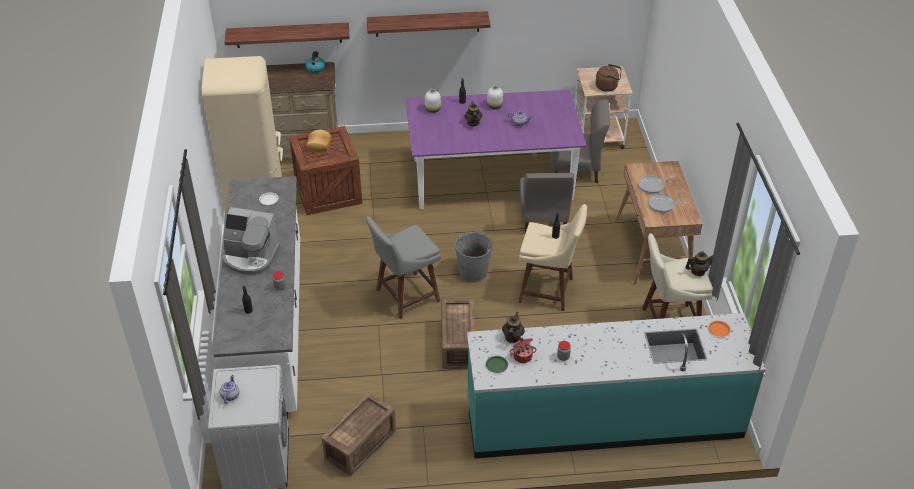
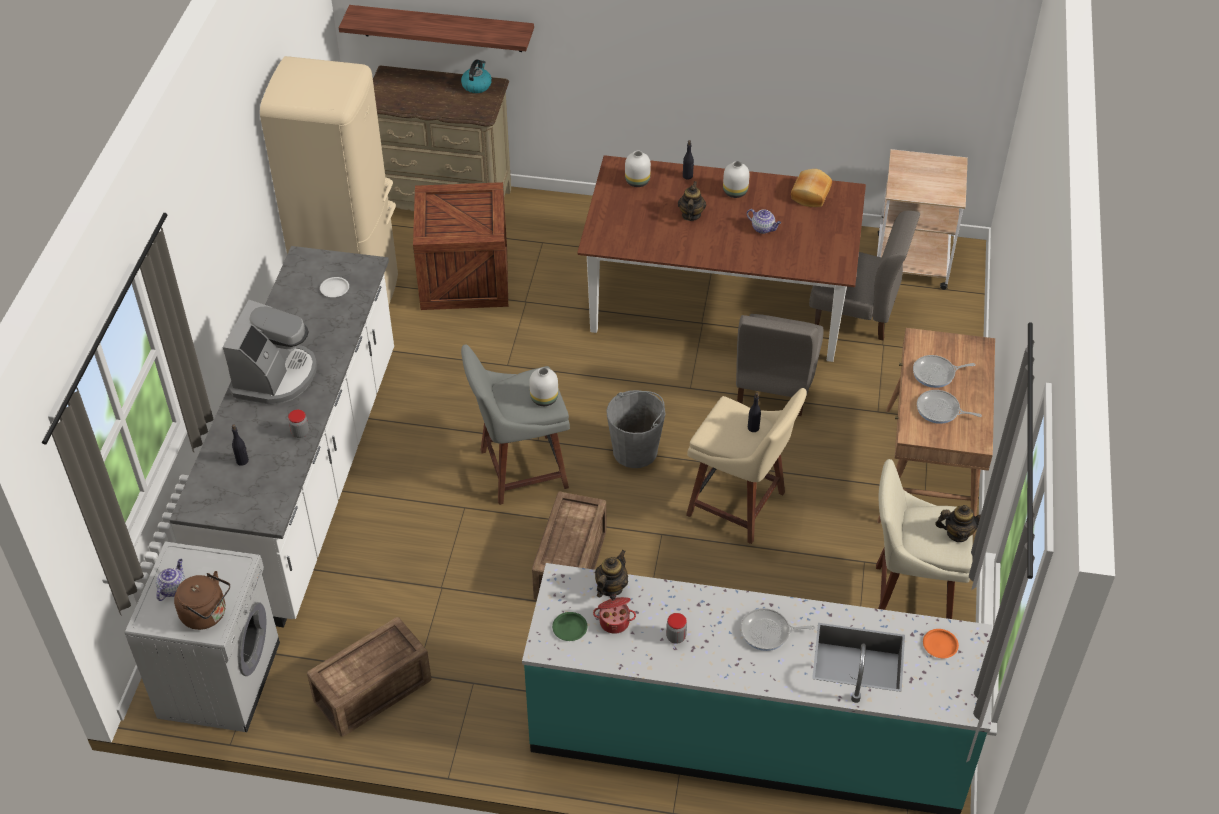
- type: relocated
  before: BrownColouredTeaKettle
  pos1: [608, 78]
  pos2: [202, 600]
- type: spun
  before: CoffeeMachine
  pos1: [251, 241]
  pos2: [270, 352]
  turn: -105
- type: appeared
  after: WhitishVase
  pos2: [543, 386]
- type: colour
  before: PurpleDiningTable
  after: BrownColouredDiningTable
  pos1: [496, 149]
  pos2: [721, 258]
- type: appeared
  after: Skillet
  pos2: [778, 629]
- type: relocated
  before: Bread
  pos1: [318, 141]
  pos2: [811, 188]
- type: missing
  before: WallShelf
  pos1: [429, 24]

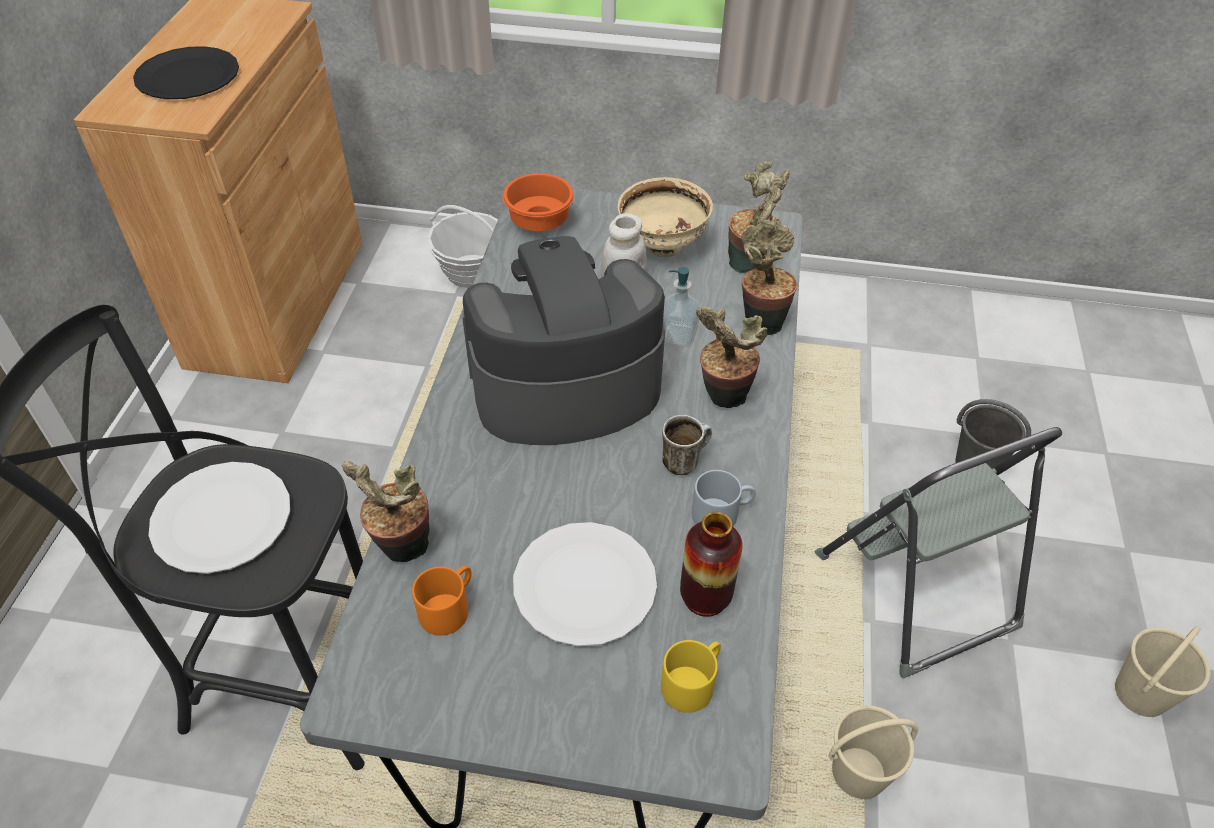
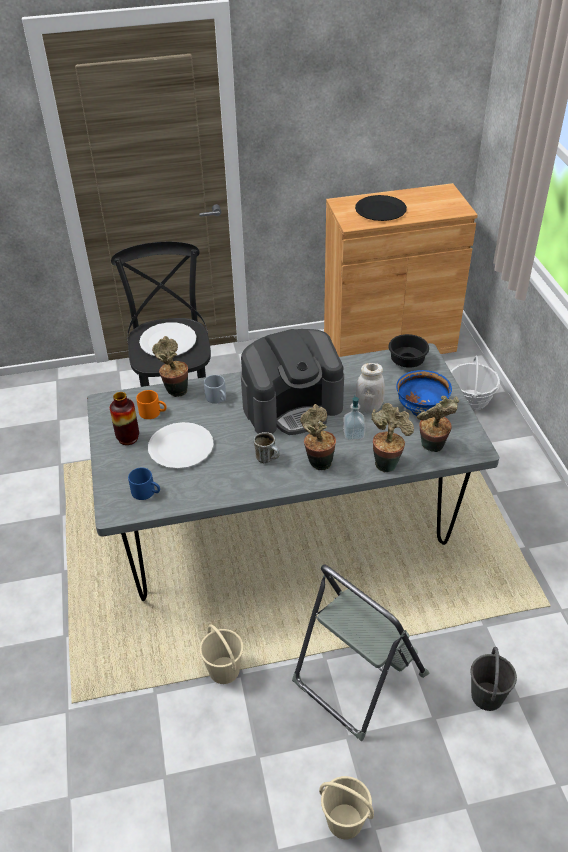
- type: relocated
  before: Vase
  pos1: [711, 564]
  pos2: [124, 418]
- type: colour
  before: YellowColouredMug
  after: BlueMug
  pos1: [691, 676]
  pos2: [144, 484]
- type: relocated
  before: GreyishMug
  pos1: [724, 498]
  pos2: [215, 389]
- type: spun
  before: CoffeeMachine
  pos1: [563, 340]
  pos2: [292, 382]
  turn: 105
- type: colour
  before: OrangeyBowl
  after: BlackBowl
  pos1: [538, 202]
  pos2: [408, 351]
- type: colour
  before: BeigeColouredBowl
  after: BlueBowl
  pos1: [665, 217]
  pos2: [424, 393]

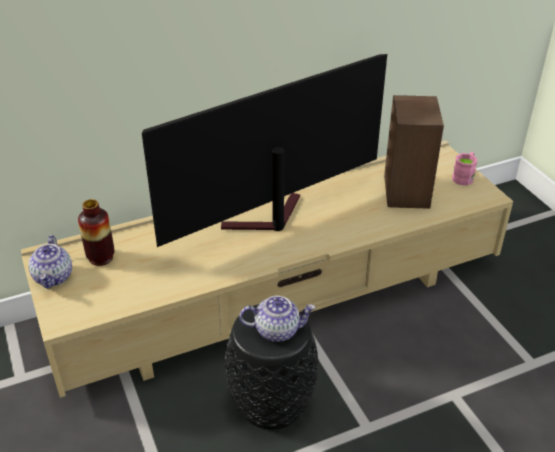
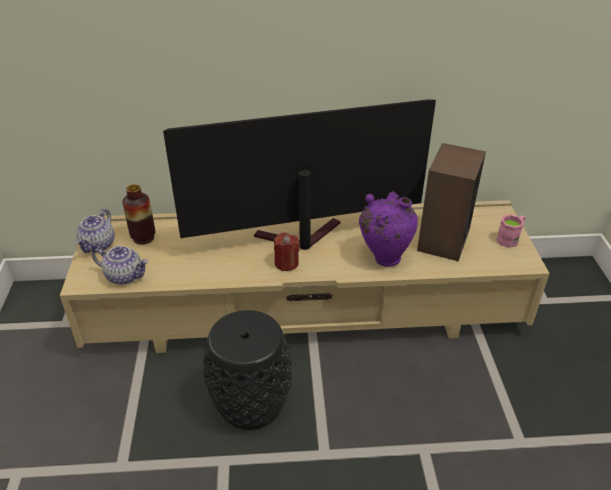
- type: relocated
  before: Teapot
  pos1: [277, 319]
  pos2: [120, 265]
- type: appeared
  after: RedWaxCandle
  pos2: [287, 252]
- type: appeared
  after: PurpleVase
  pos2: [388, 229]

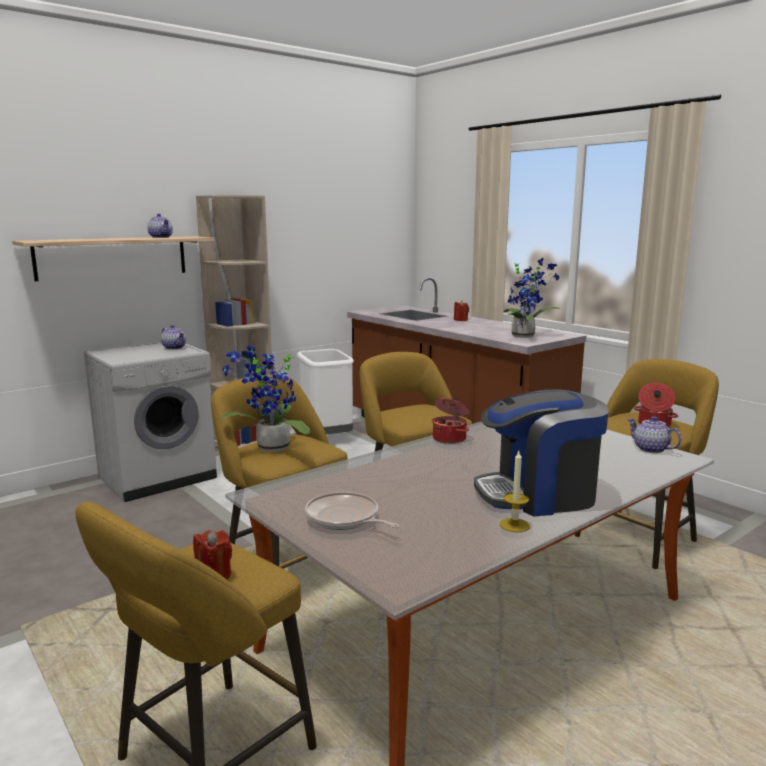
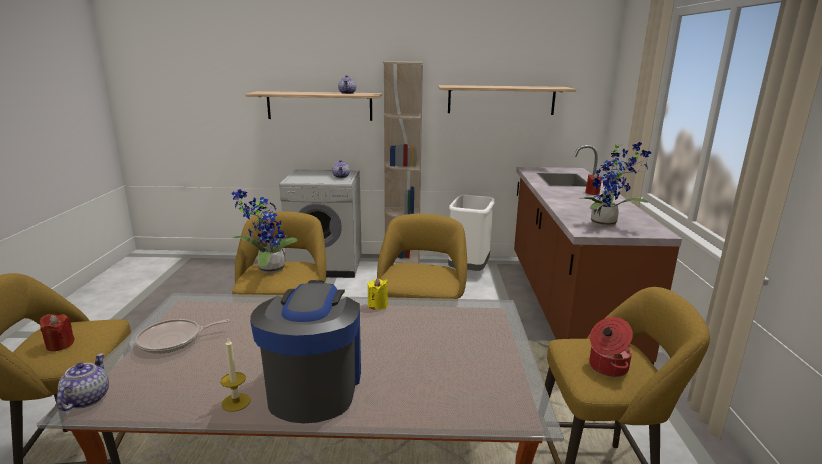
- type: relocated
  before: Teapot
  pos1: [654, 434]
  pos2: [82, 382]
- type: spun
  before: Skillet
  pos1: [352, 511]
  pos2: [182, 336]
  turn: -105
- type: spun
  before: CoffeeMachine
  pos1: [541, 453]
  pos2: [305, 352]
  turn: 60
- type: exchanged
  before: CookingPot
  after: YellowColouredWaxCandle
  pos1: [451, 421]
  pos2: [378, 294]
- type: appeared
  after: WallShelf
  pos2: [507, 100]

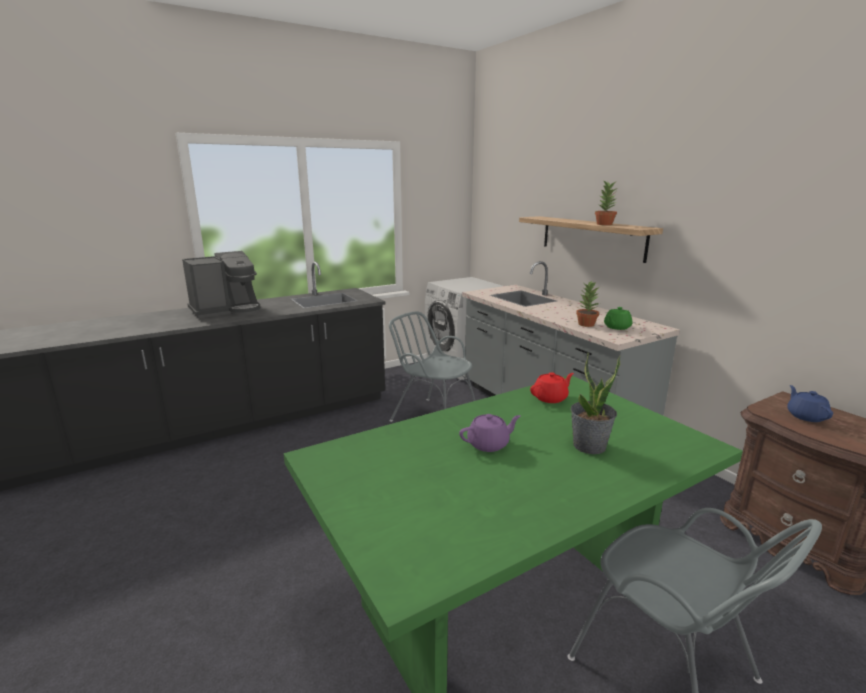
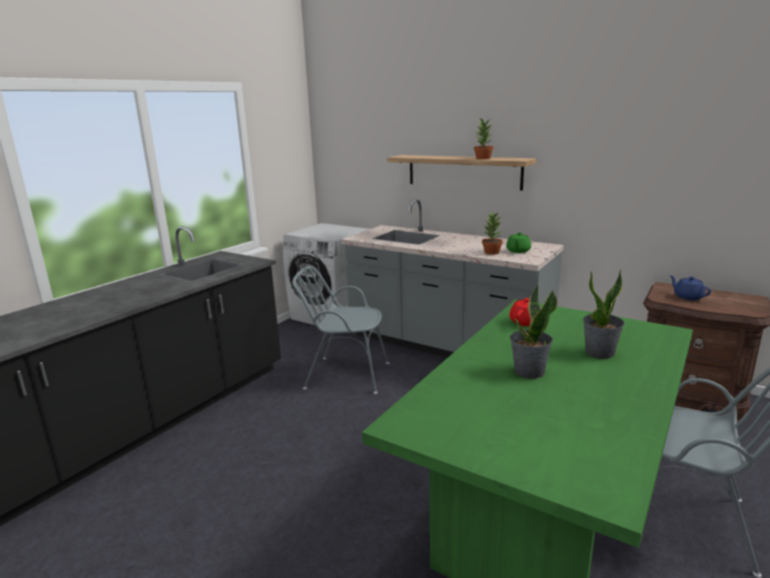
- type: exchanged
  before: PurpleTeapot
  after: Houseplant
  pos1: [490, 433]
  pos2: [533, 331]
- type: missing
  before: CoffeeMachine
  pos1: [221, 284]

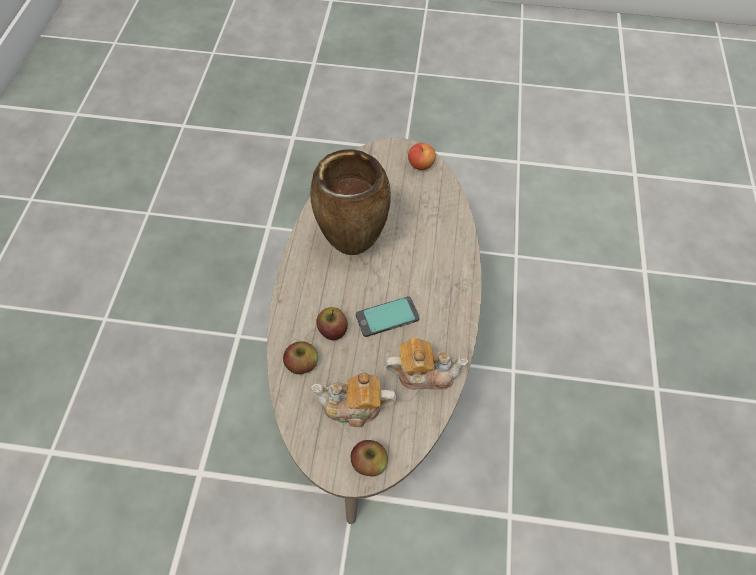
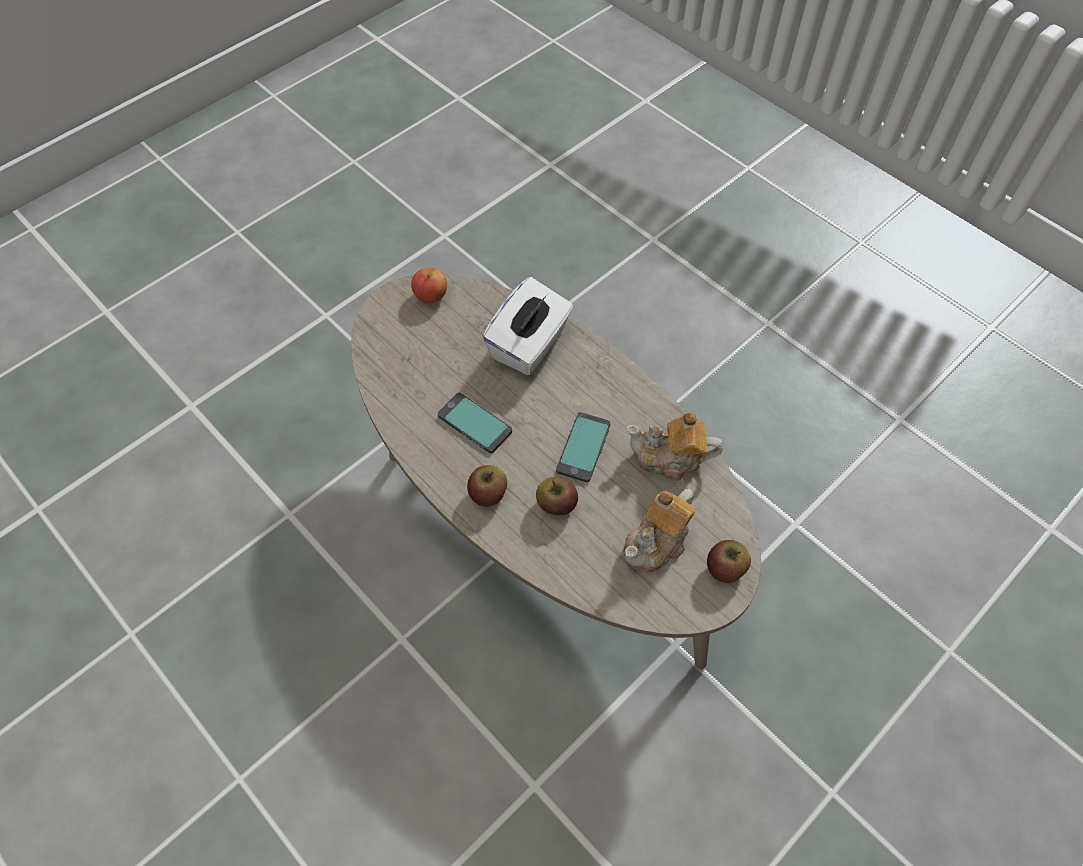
- type: exchanged
  before: BrownColouredVase
  after: Phone
  pos1: [350, 202]
  pos2: [475, 423]
- type: relocated
  before: AppleFruit
  pos1: [300, 357]
  pos2: [487, 486]
- type: appeared
  after: WhitishTissueHolder
  pos2: [528, 326]
- type: spun
  before: Teapot
  pos1: [427, 363]
  pos2: [675, 446]
  turn: -120

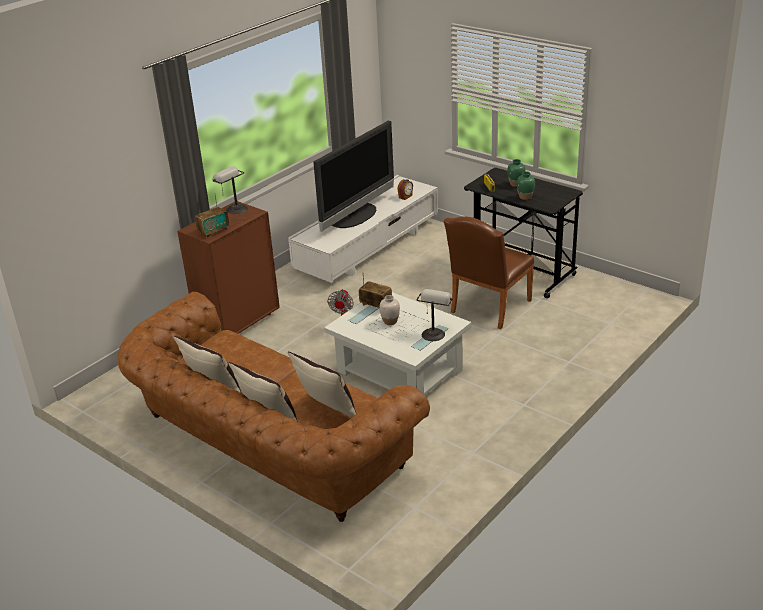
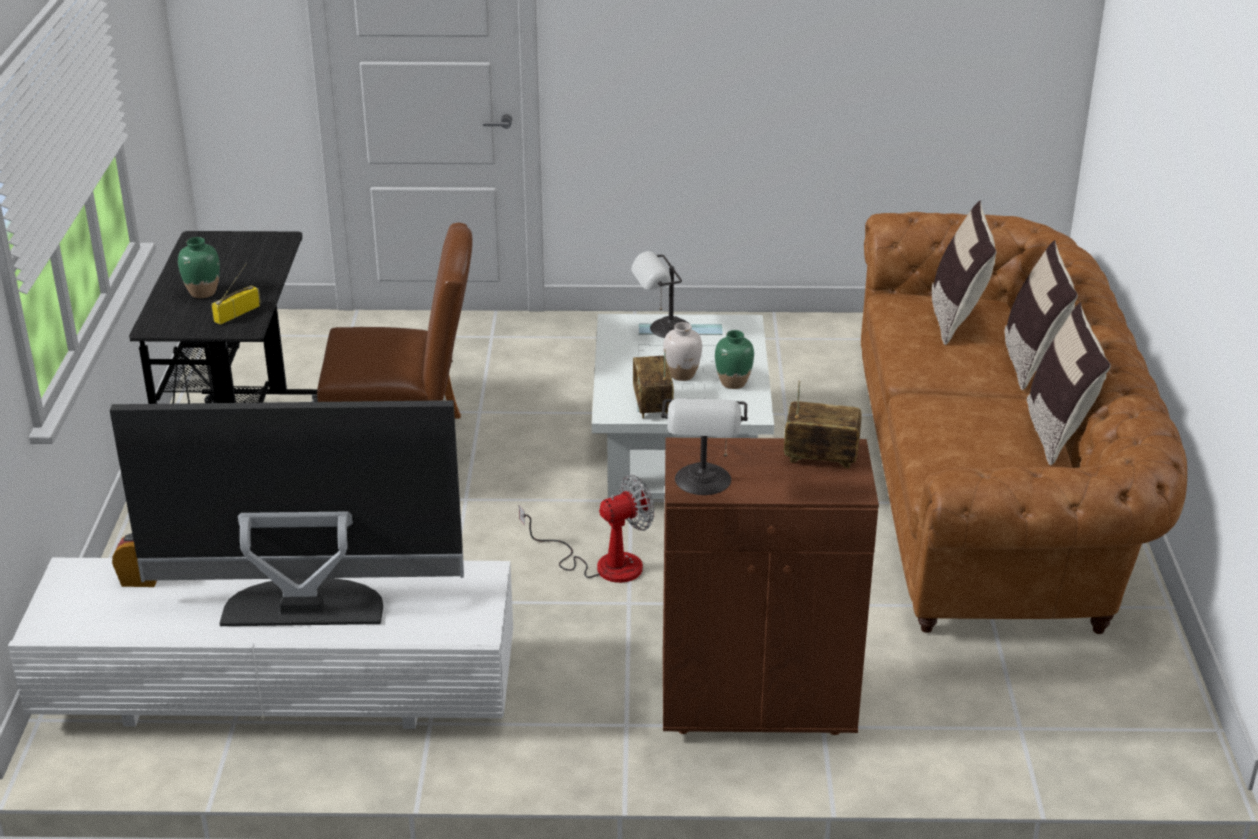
- type: relocated
  before: GreenishVase
  pos1: [526, 186]
  pos2: [734, 359]

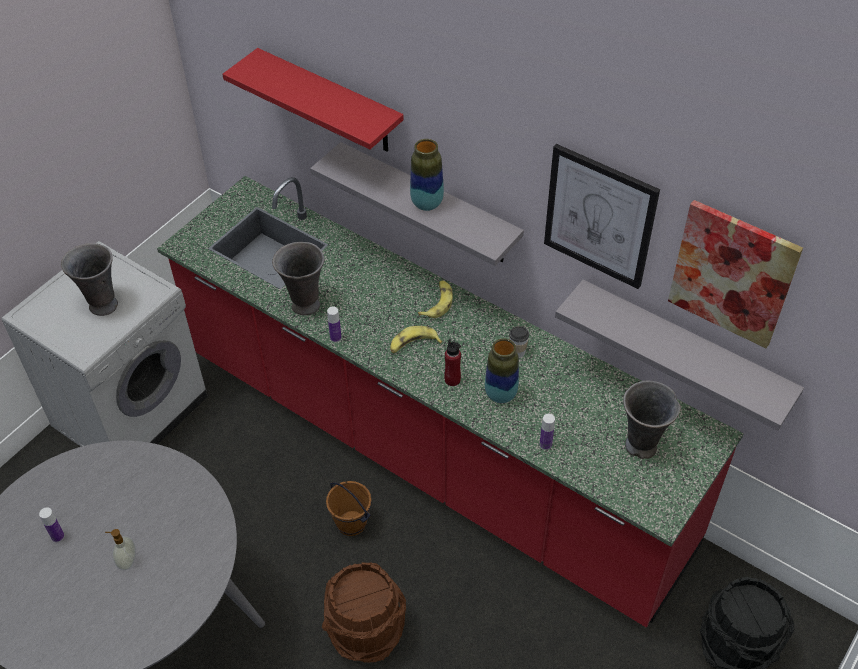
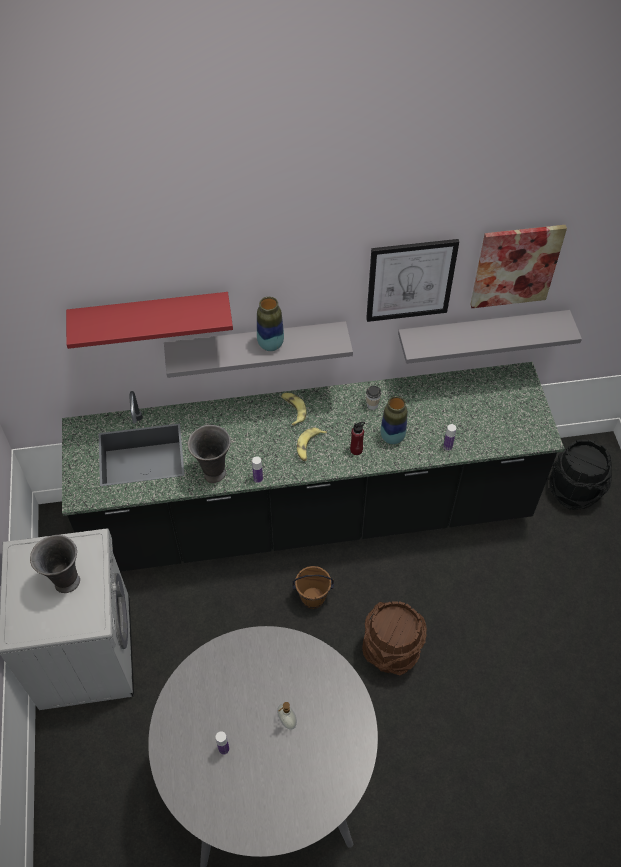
- type: colour
  before: RedCounter
  after: BlackCounter
  pos1: [450, 401]
  pos2: [313, 467]
- type: missing
  before: GreyishVase
  pos1: [652, 420]

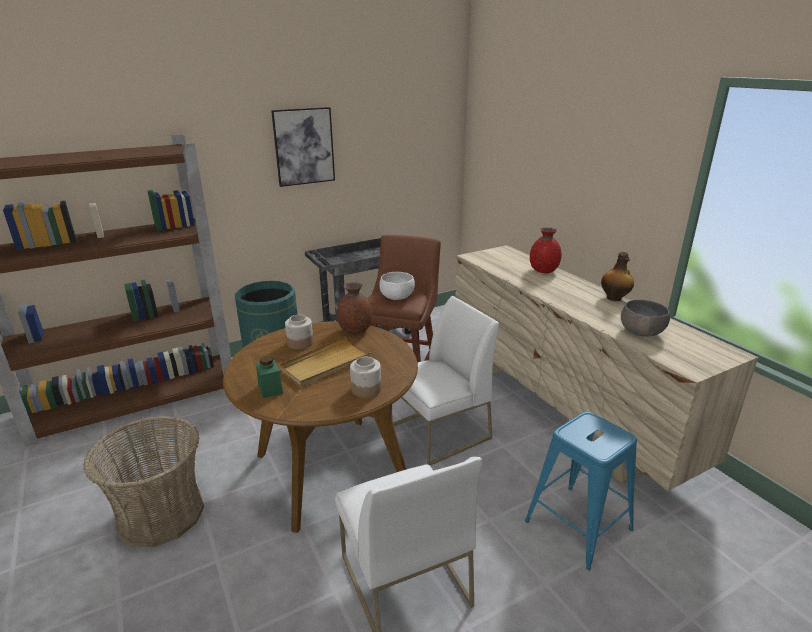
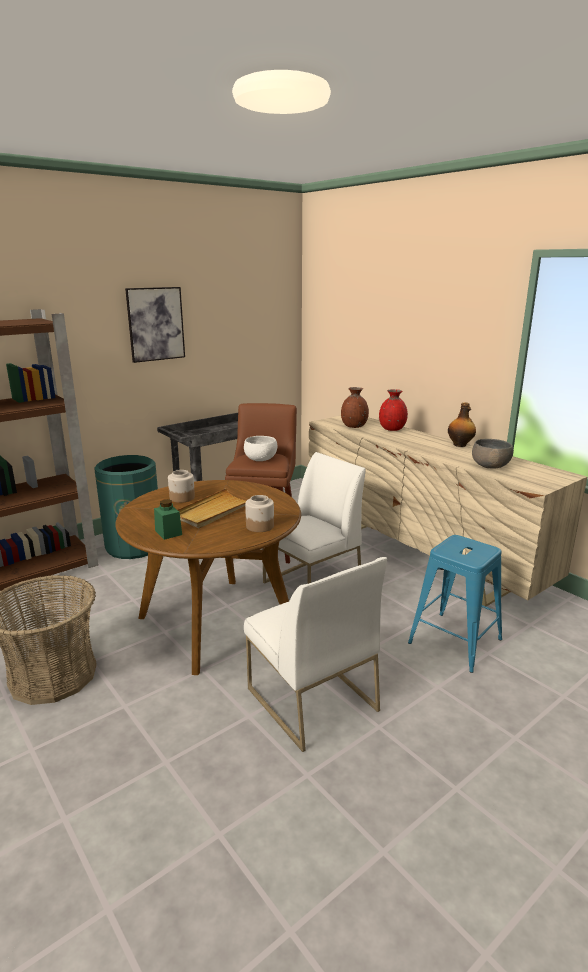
- type: relocated
  before: BrownColouredVase
  pos1: [355, 308]
  pos2: [355, 407]

